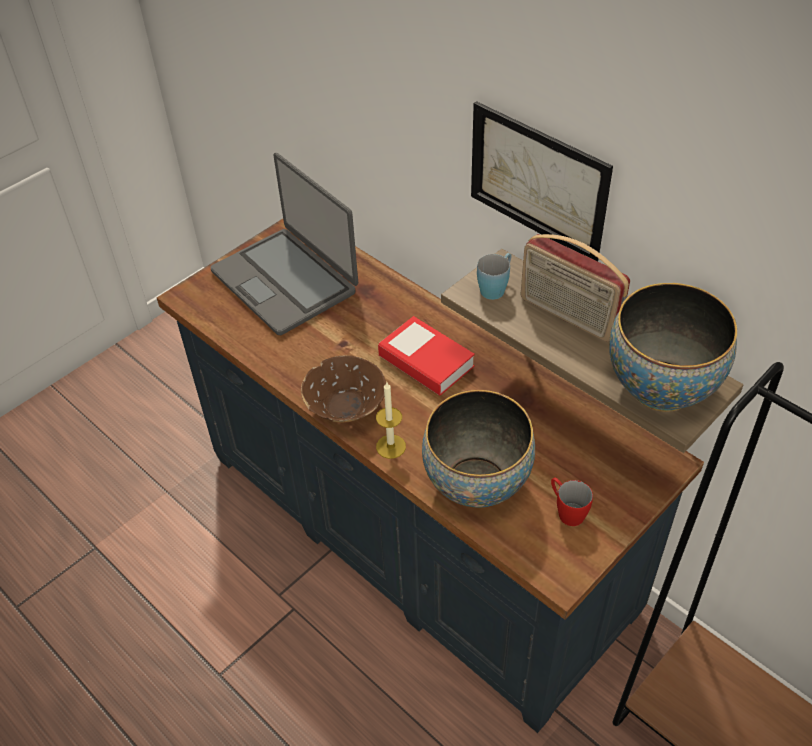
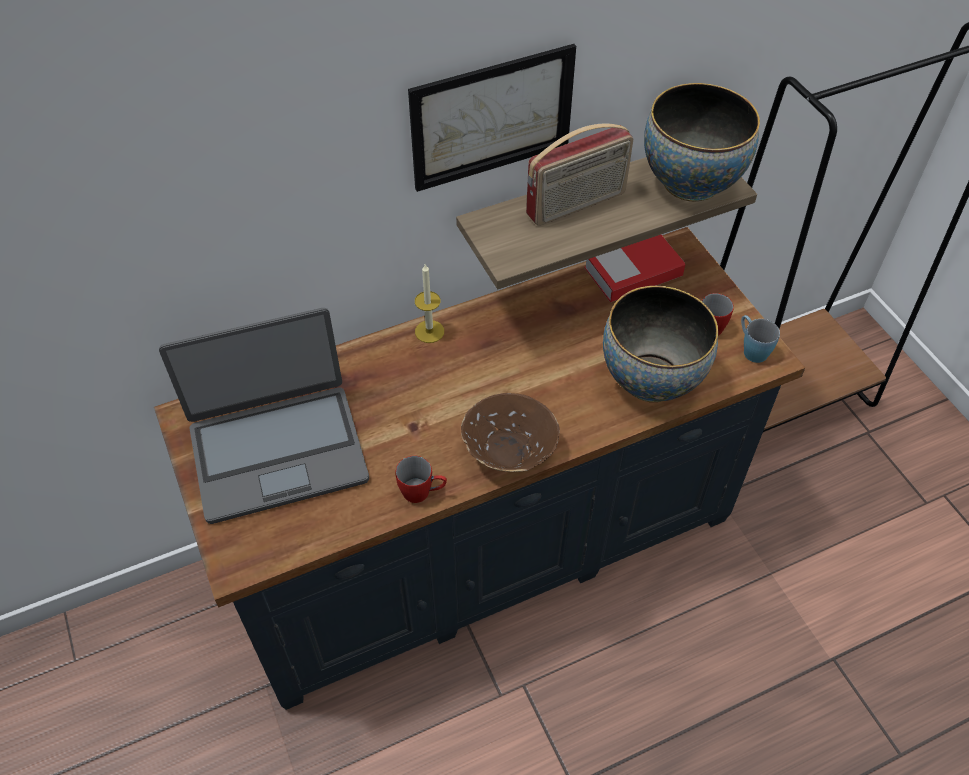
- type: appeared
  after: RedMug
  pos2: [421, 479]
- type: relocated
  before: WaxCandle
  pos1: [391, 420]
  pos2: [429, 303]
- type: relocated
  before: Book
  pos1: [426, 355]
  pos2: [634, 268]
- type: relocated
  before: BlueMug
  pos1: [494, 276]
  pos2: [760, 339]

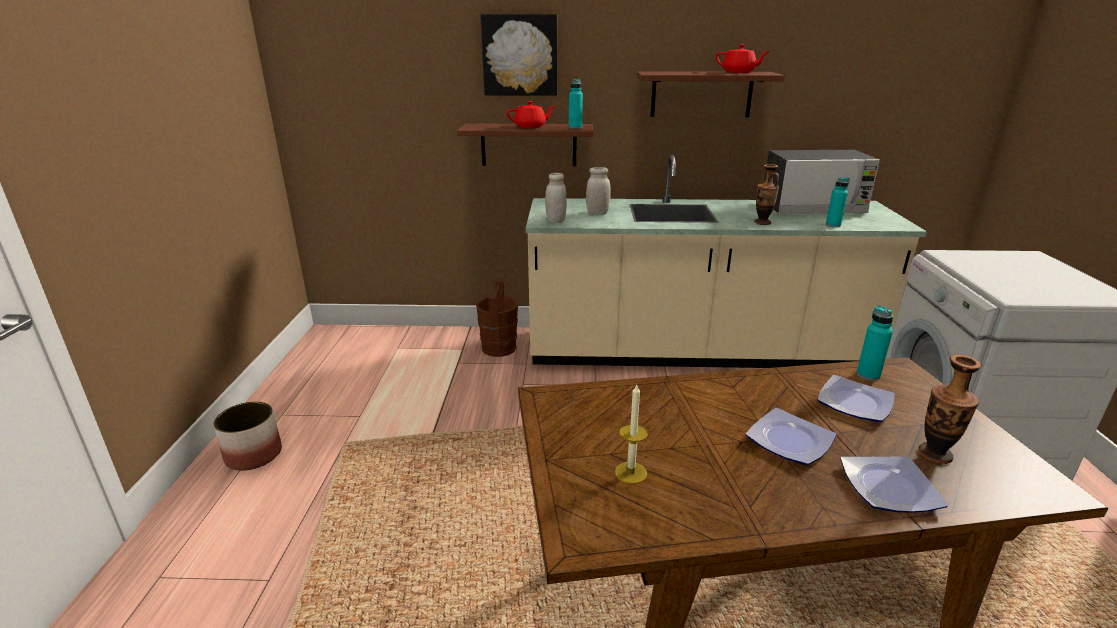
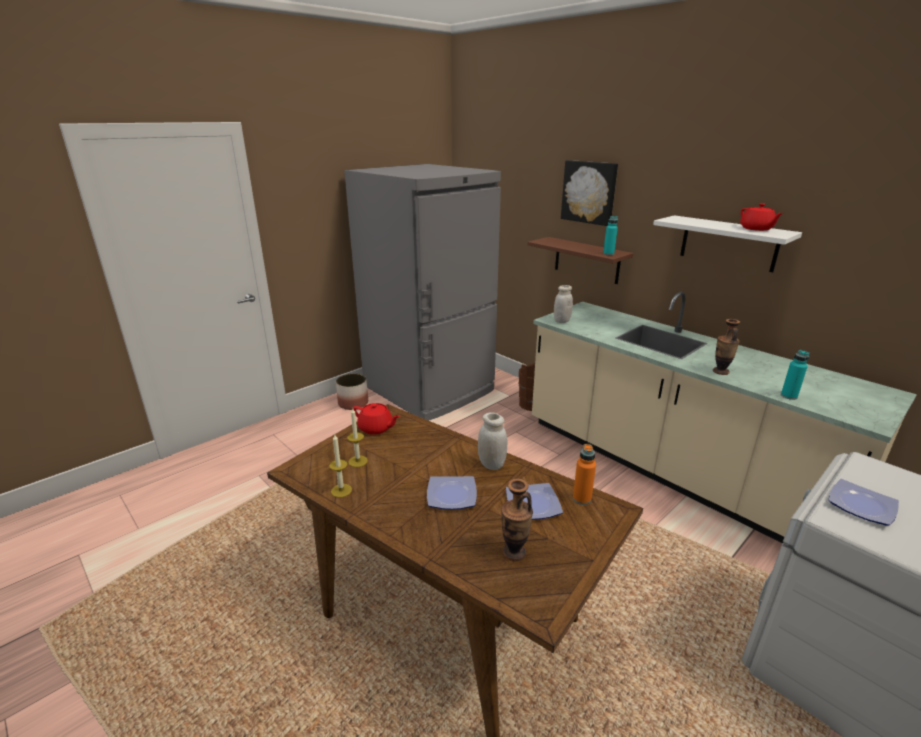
- type: appeared
  after: WaxCandle
  pos2: [340, 466]
- type: appeared
  after: GreyishKitchenFridge
  pos2: [422, 292]
- type: relocated
  before: RedTeapot
  pos1: [531, 114]
  pos2: [376, 419]
- type: relocated
  before: WhitishJar
  pos1: [598, 191]
  pos2: [492, 441]
- type: colour
  before: TurquoiseDrinkBottle
  after: OrangeyDrinkBottle
  pos1: [874, 343]
  pos2: [584, 474]
- type: colour
  before: BrownColouredWallShelf
  after: WhitishWallShelf
  pos1: [711, 94]
  pos2: [727, 243]
- type: relocated
  before: DinnerPlate
  pos1: [894, 484]
  pos2: [864, 502]
- type: missing
  before: MicrowaveOven
  pos1: [822, 182]

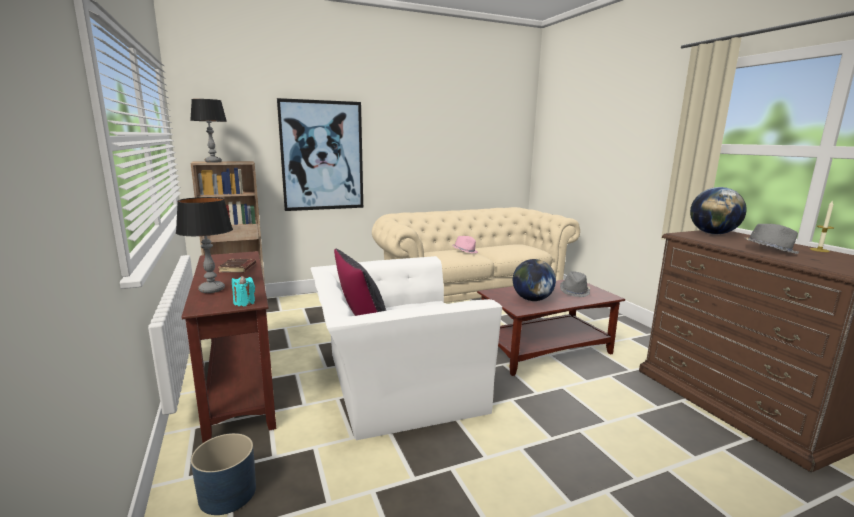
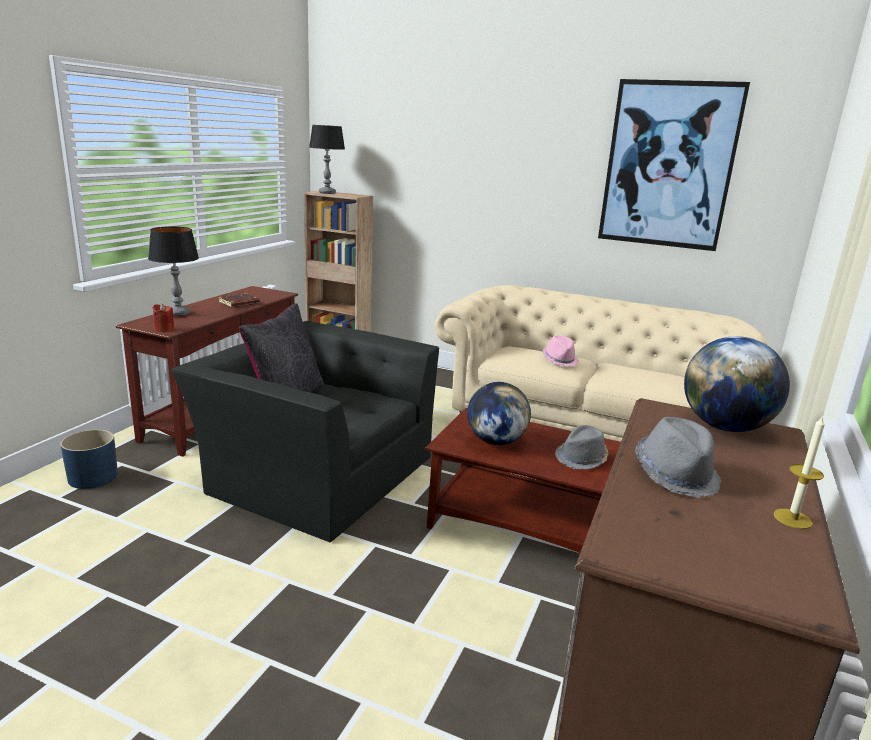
- type: colour
  before: TurquoiseWaxCandle
  after: RedWaxCandle
  pos1: [243, 291]
  pos2: [163, 317]
- type: colour
  before: WhitishLoungeChair
  after: BlackLoungeChair
  pos1: [406, 348]
  pos2: [305, 431]
- type: relocated
  before: WallPicture
  pos1: [320, 154]
  pos2: [674, 165]

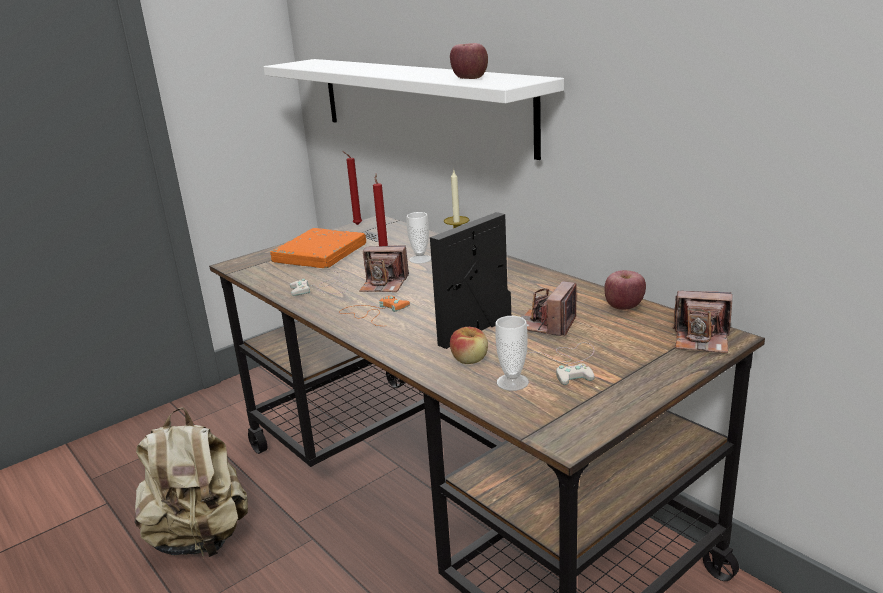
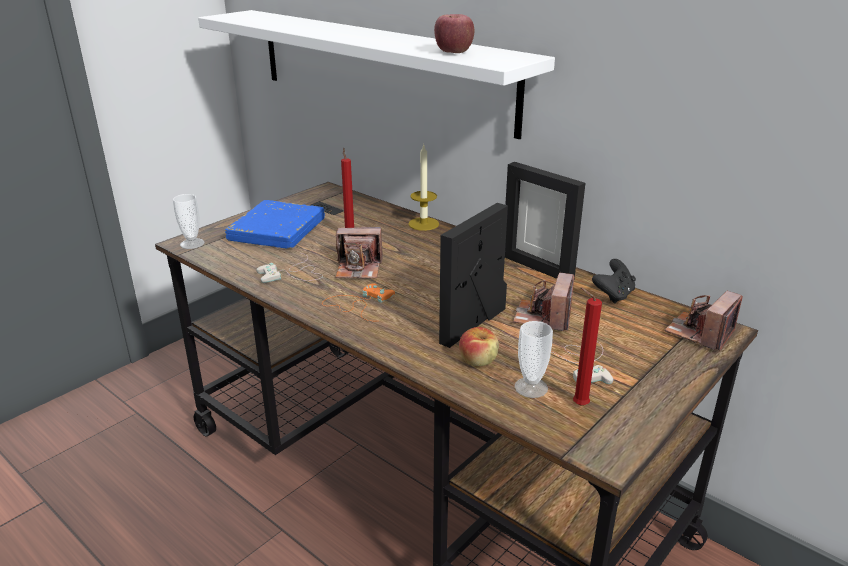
- type: relocated
  before: Cup
  pos1: [418, 237]
  pos2: [189, 221]
- type: colour
  before: OrangeyBook
  after: BlueBook
  pos1: [318, 248]
  pos2: [275, 224]
- type: appeared
  after: PictureFrame
  pos2: [545, 220]
- type: relocated
  before: RedWaxCandle
  pos1: [352, 188]
  pos2: [587, 347]
- type: exchanged
  before: AppleFruit
  after: BlackGamepad
  pos1: [625, 290]
  pos2: [614, 281]
- type: spun
  before: StillCamera
  pos1: [702, 322]
  pos2: [704, 321]
  turn: 120
- type: missing
  before: BeigeColouredBackpack
  pos1: [191, 483]

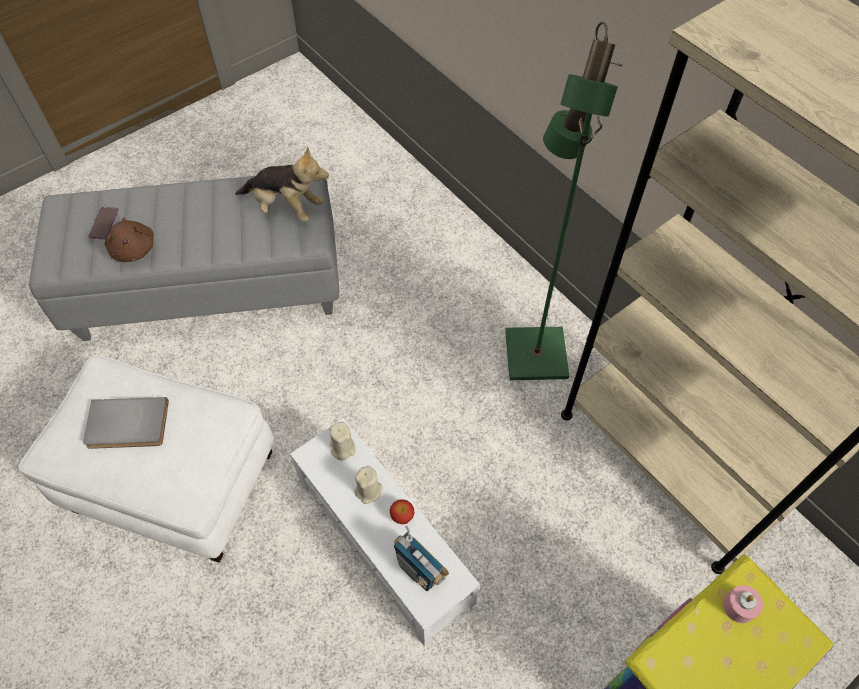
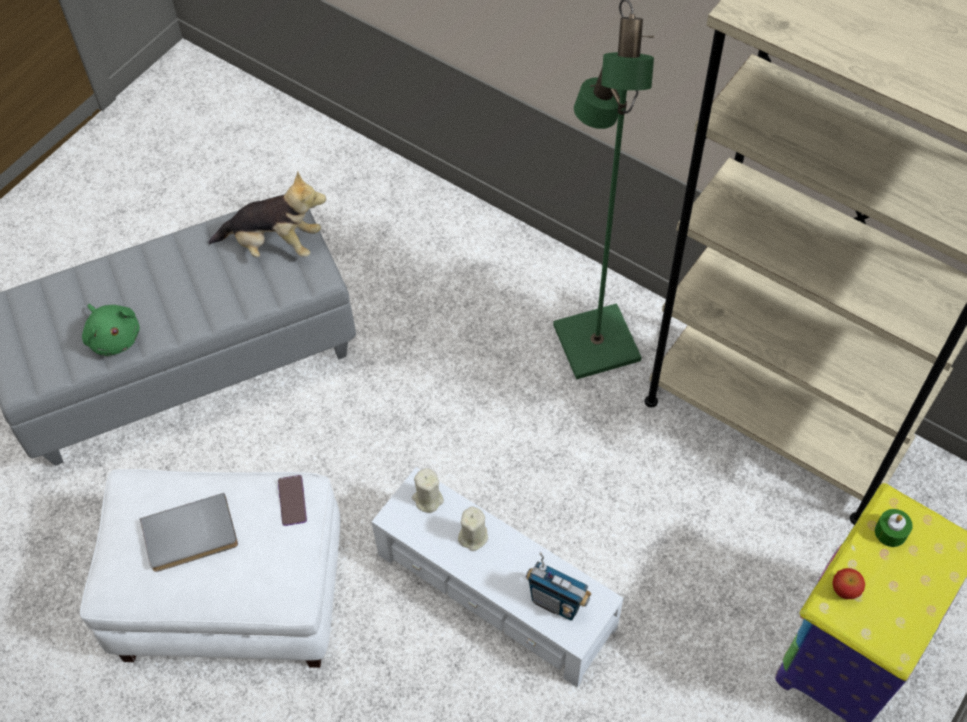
- type: colour
  before: BrownColouredSoftToy
  after: GreenishSoftToy
  pos1: [129, 240]
  pos2: [111, 330]
- type: relocated
  before: Phone
  pos1: [104, 223]
  pos2: [292, 500]
- type: relocated
  before: AppleFruit
  pos1: [402, 511]
  pos2: [848, 583]
- type: colour
  before: PinkishWaxCandle
  after: GreenishWaxCandle
  pos1: [743, 604]
  pos2: [894, 528]

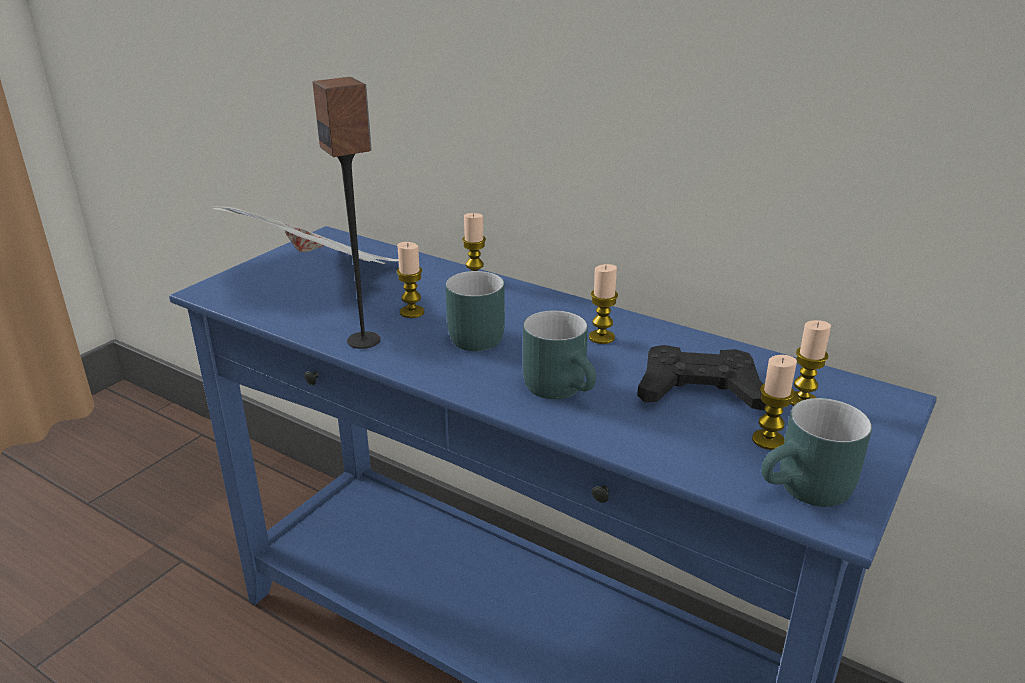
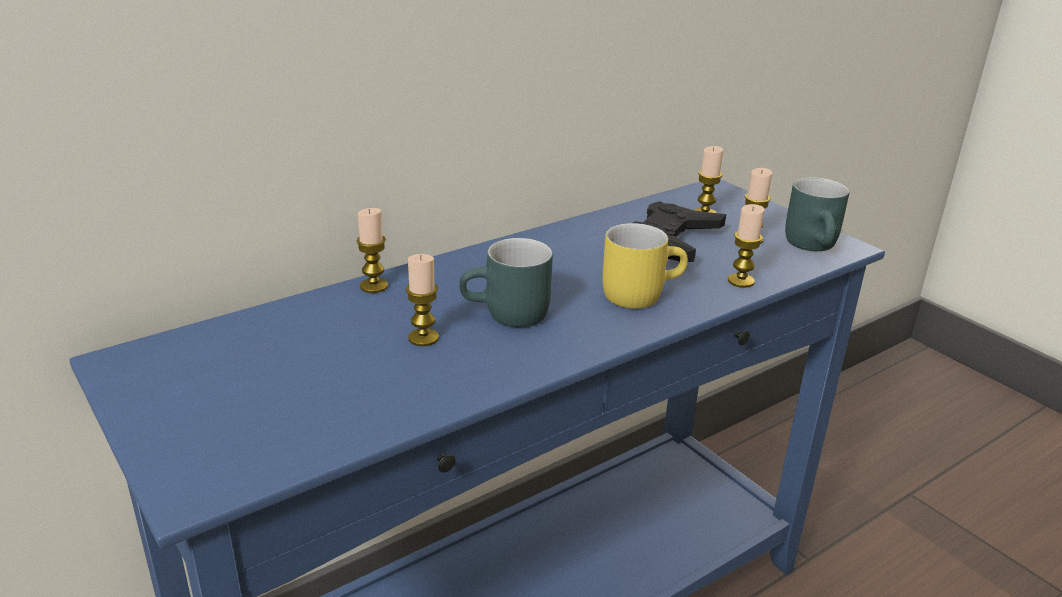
- type: colour
  before: TurquoiseMug
  after: YellowColouredMug
  pos1: [559, 354]
  pos2: [645, 266]
- type: relocated
  before: WaxCandle
  pos1: [603, 304]
  pos2: [746, 246]
- type: missing
  before: Newspaper
  pos1: [305, 235]
- type: missing
  before: Speaker
  pos1: [346, 213]

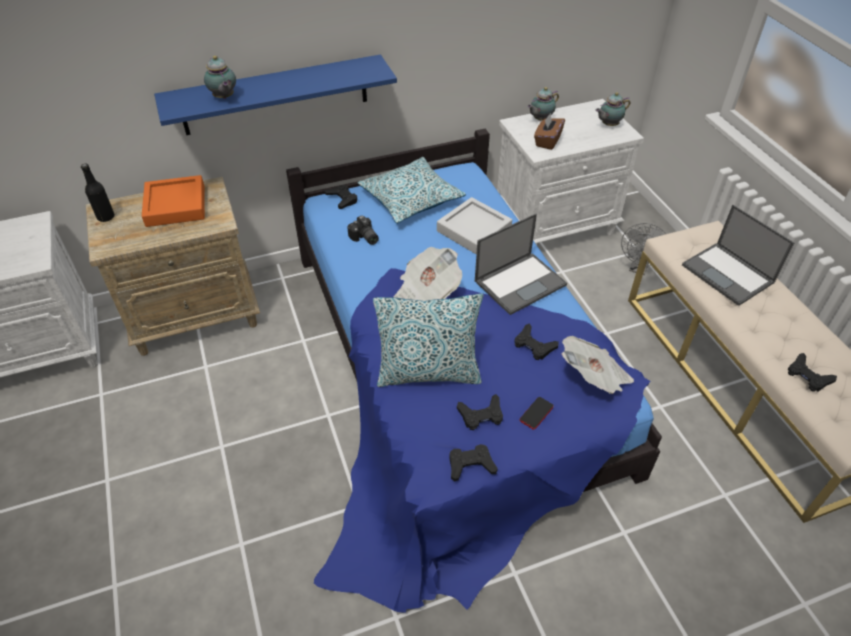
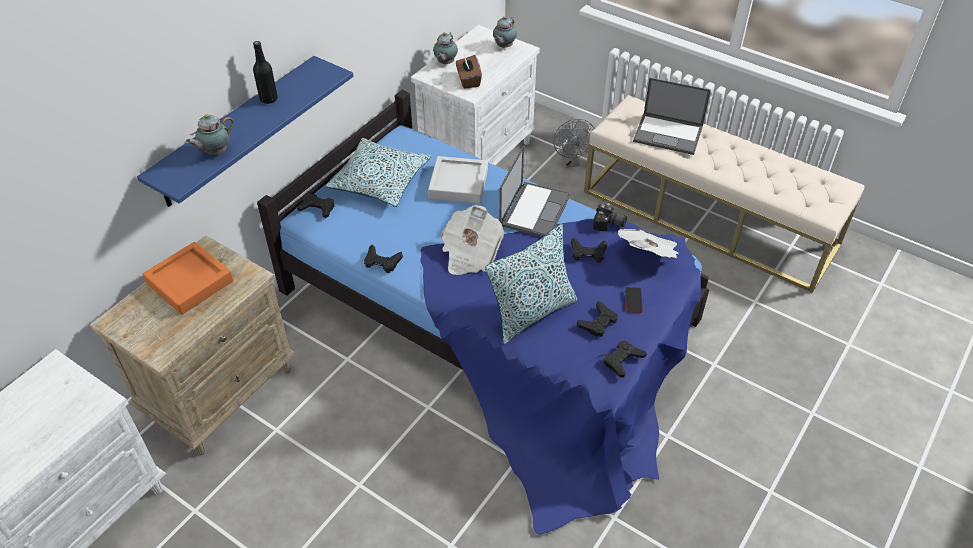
- type: spun
  before: Teapot
  pos1: [220, 77]
  pos2: [210, 134]
  turn: 105
- type: relocated
  before: BlackDrinkBottle
  pos1: [98, 193]
  pos2: [265, 72]
- type: relocated
  before: BlackGamepad
  pos1: [812, 372]
  pos2: [383, 259]
- type: relocated
  before: StillCamera
  pos1: [363, 230]
  pos2: [610, 217]

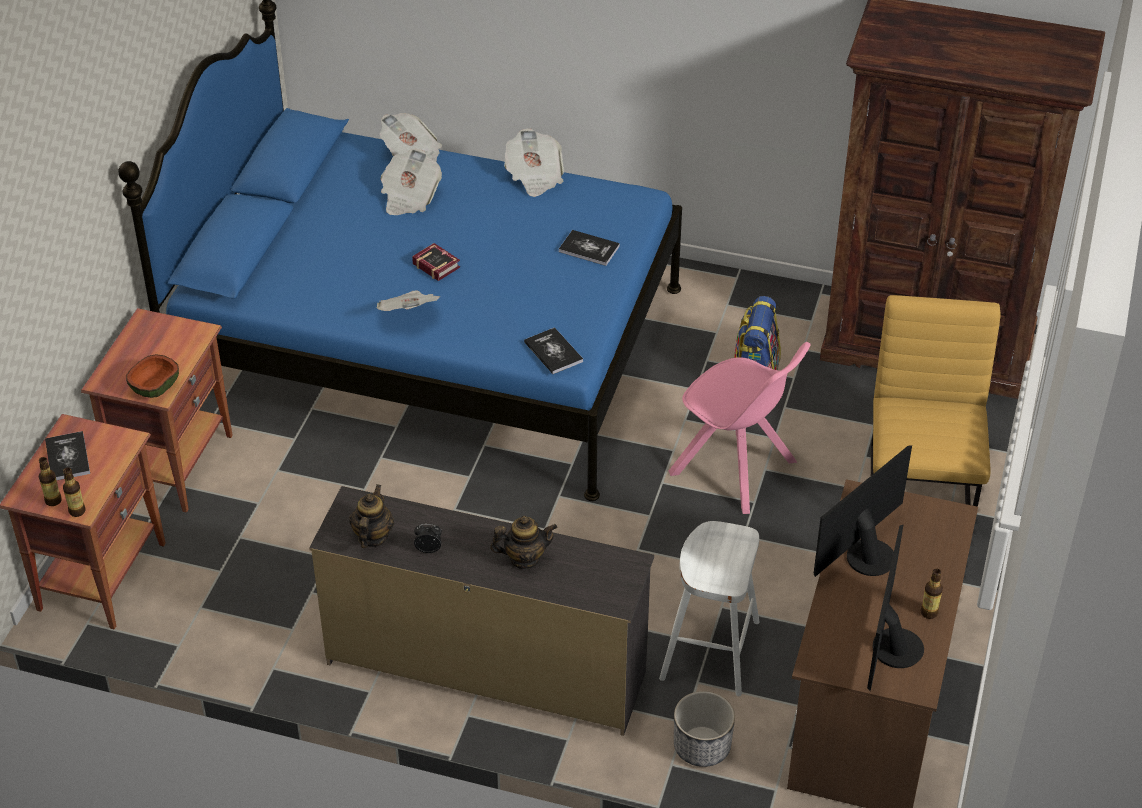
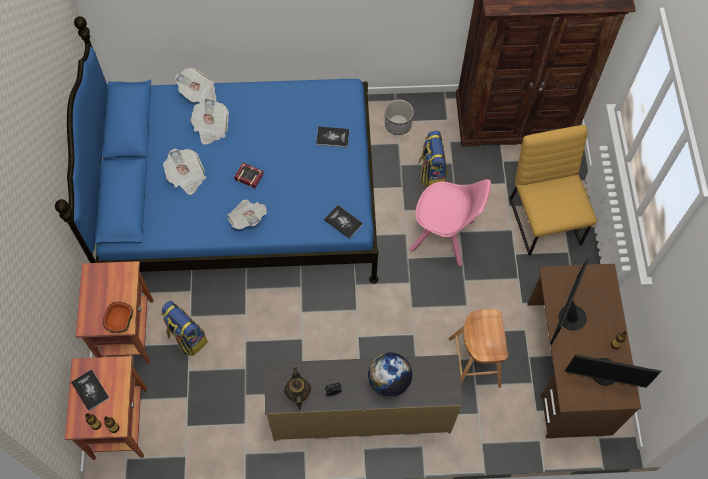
- type: appeared
  after: Backpack
  pos2: [184, 328]
- type: relocated
  before: Newspaper
  pos1: [534, 162]
  pos2: [185, 171]
- type: exchanged
  before: Teapot
  after: Globe
  pos1: [523, 542]
  pos2: [390, 375]
- type: relocated
  before: Planter
  pos1: [704, 729]
  pos2: [399, 117]
- type: colour
  before: WhitishStoolSeat
  after: BrownColouredStoolSeat
  pos1: [709, 608]
  pos2: [478, 348]
- type: spun
  before: Monitor
  pos1: [895, 607]
  pos2: [613, 371]
  turn: -75

